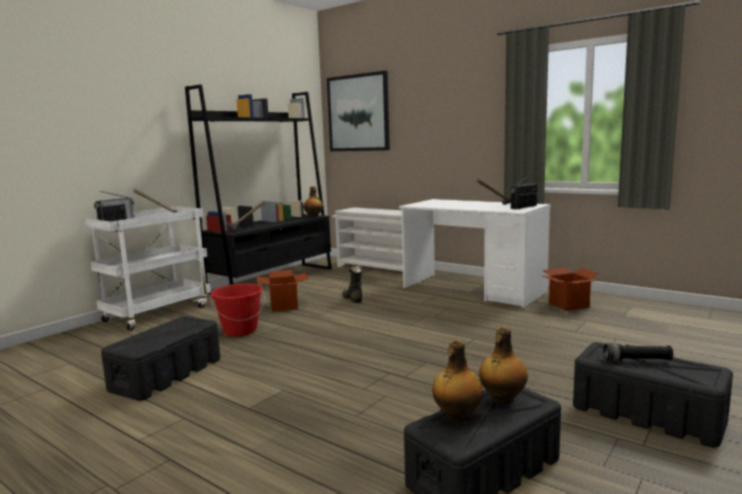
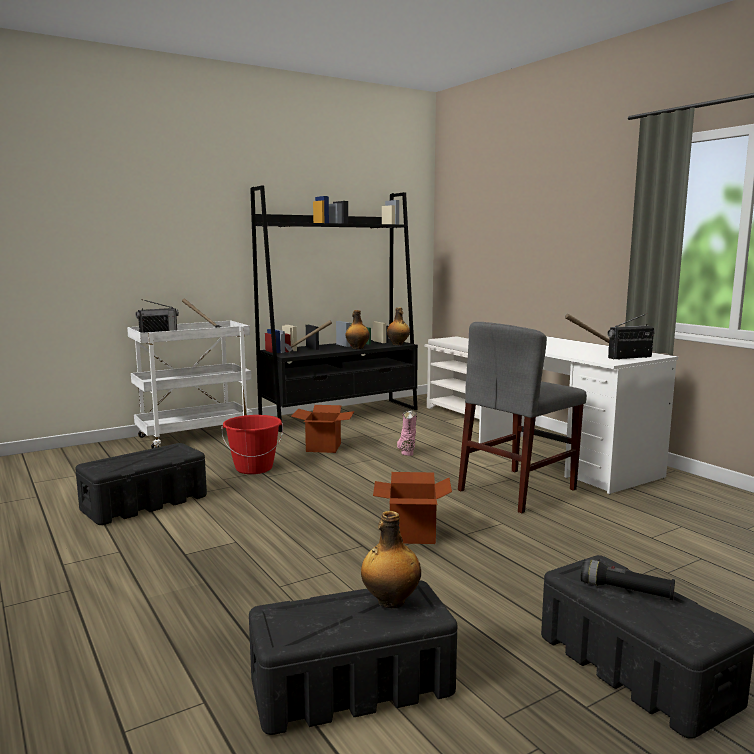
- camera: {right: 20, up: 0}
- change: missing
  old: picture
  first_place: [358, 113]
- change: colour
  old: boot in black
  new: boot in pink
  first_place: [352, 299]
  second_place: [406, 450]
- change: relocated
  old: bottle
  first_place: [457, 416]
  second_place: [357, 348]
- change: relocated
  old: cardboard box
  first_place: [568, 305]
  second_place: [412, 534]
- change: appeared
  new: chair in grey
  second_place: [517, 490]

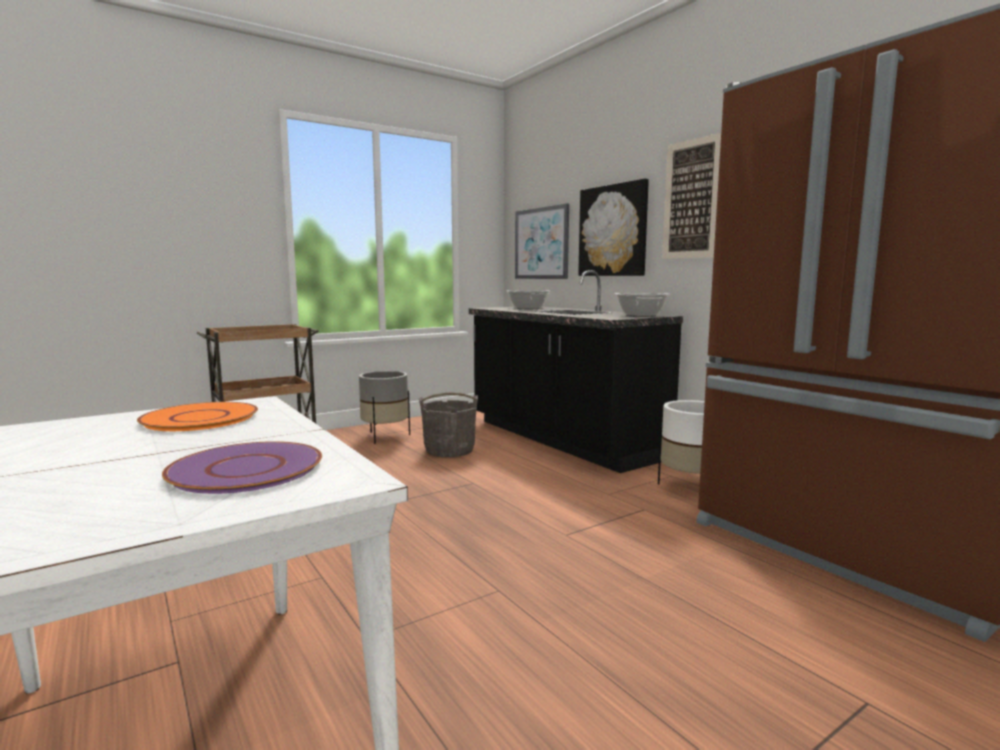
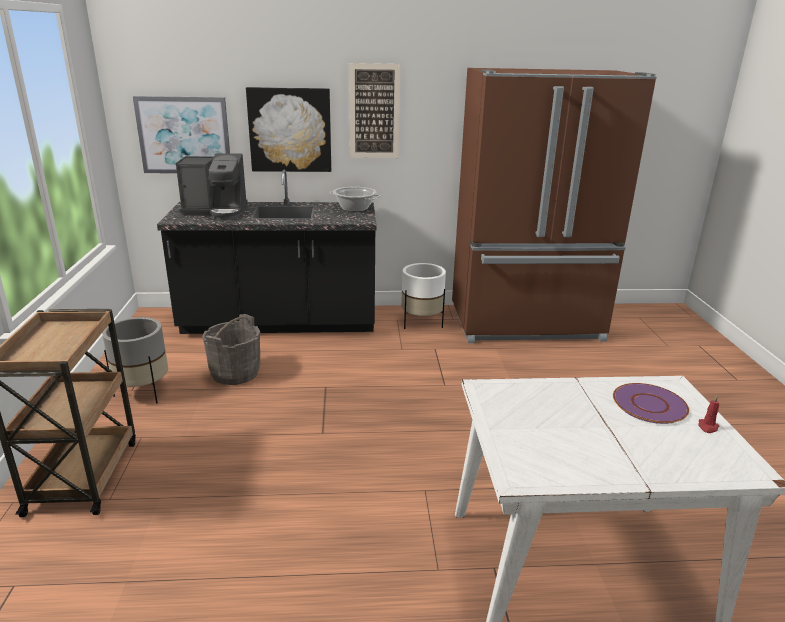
- camera: {right: -60, up: 15}
- change: missing
  old: plate in orange
  first_place: [201, 418]
- change: exchanged
  old: cooking pot
  new: coffee machine
  first_place: [528, 308]
  second_place: [216, 212]
- change: appeared
  new: candle in red
  second_place: [707, 427]

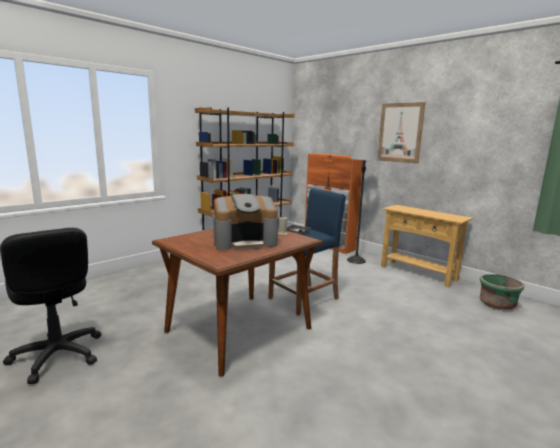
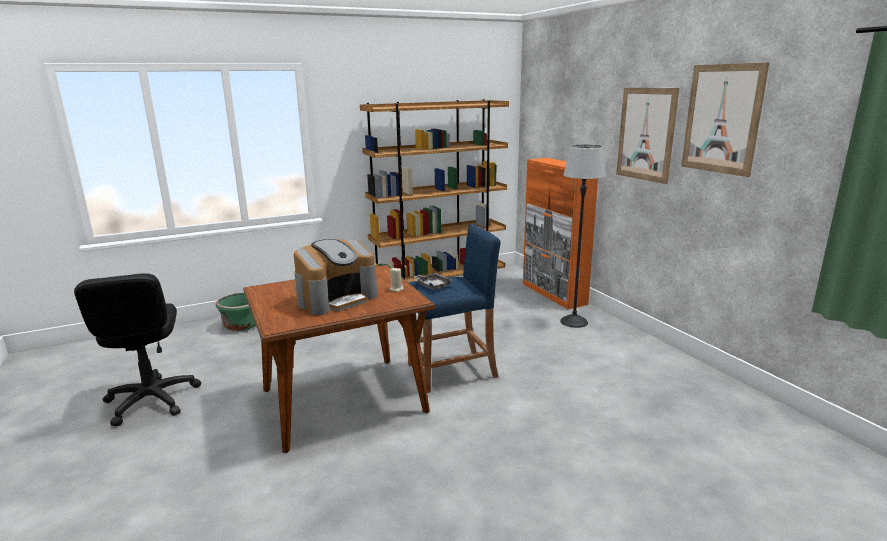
- camera: {right: 20, up: 5}
- change: spun
  old: coffee machine
  first_place: [245, 242]
  second_place: [337, 299]
  degrees: -45
- change: missing
  old: console table in beige
  first_place: [418, 273]
- change: relocated
  old: planter in green
  first_place: [497, 304]
  second_place: [242, 325]
- change: appeared
  new: picture
  second_place: [722, 119]

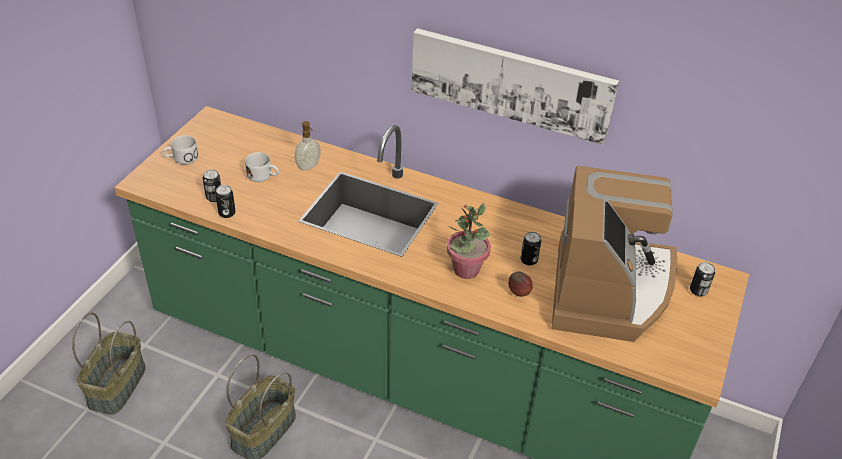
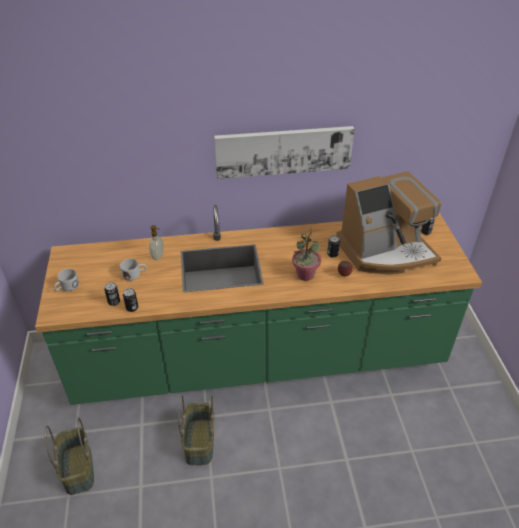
- camera: {right: -30, up: 0}
- change: spun
  old: coffee machine
  first_place: [609, 290]
  second_place: [385, 251]
  degrees: 90

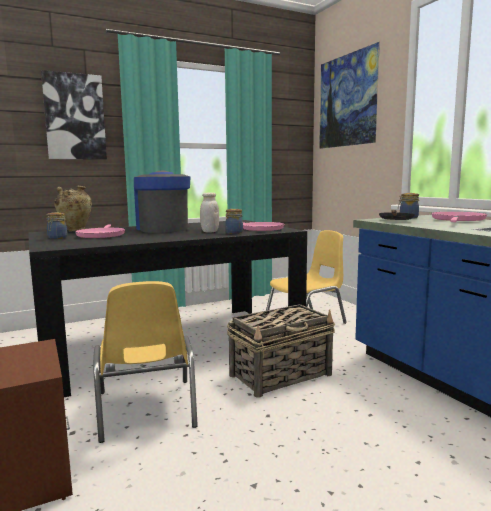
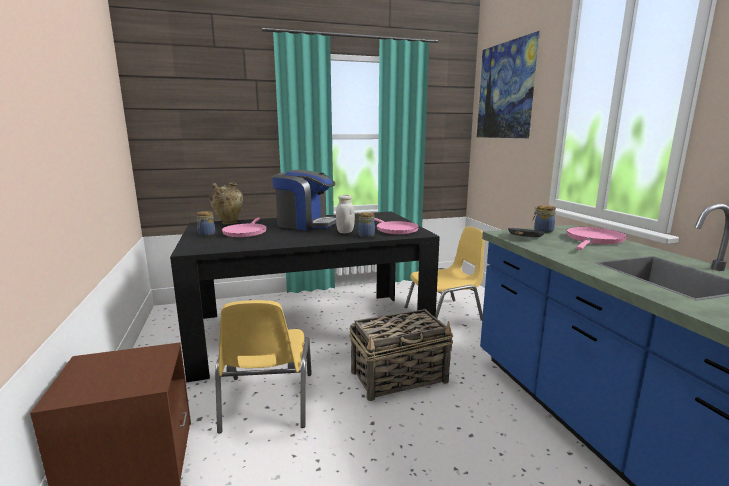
- camera: {right: 10, up: 5}
- change: missing
  old: picture
  first_place: [74, 117]
- change: spun
  old: coffee machine
  first_place: [162, 229]
  second_place: [305, 224]
  degrees: 120

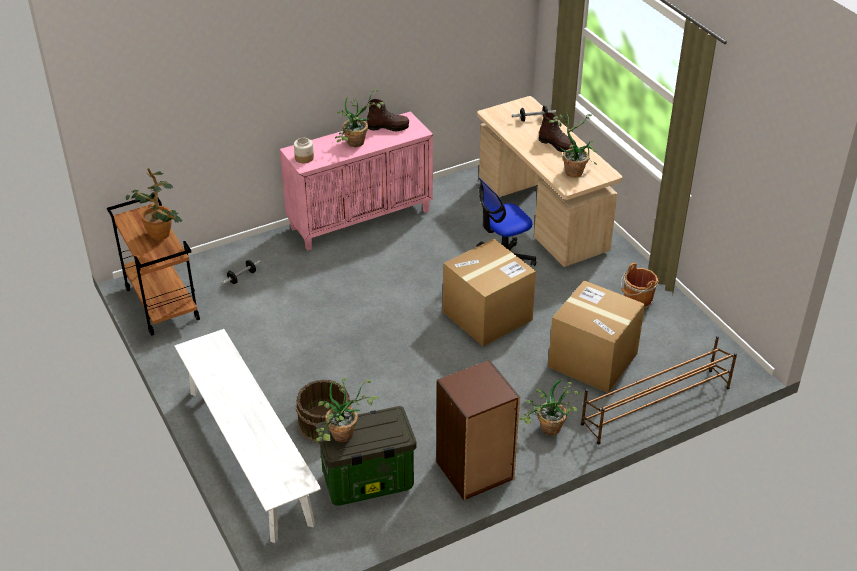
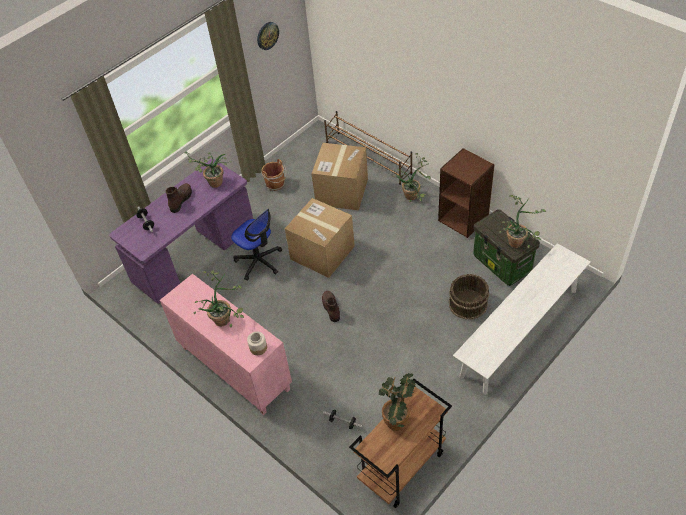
- camera: {right: -105, up: 10}
- change: relocated
  old: boot in brown
  first_place: [388, 127]
  second_place: [331, 308]
- change: colour
  old: desk in beige
  new: desk in purple
  first_place: [542, 216]
  second_place: [194, 254]
- change: appeared
  new: wall clock
  second_place: [267, 35]

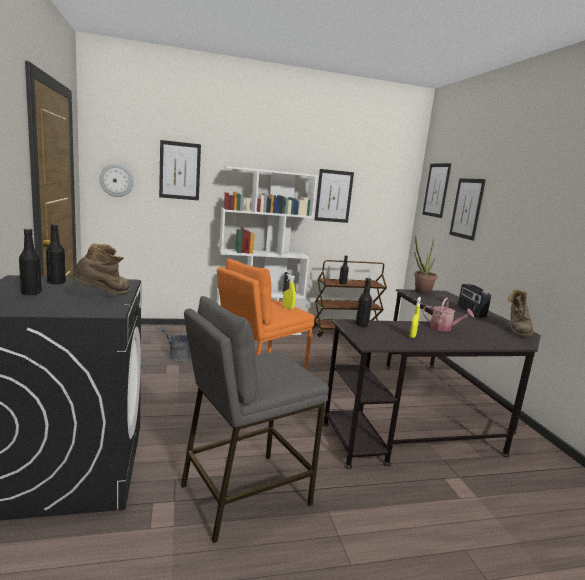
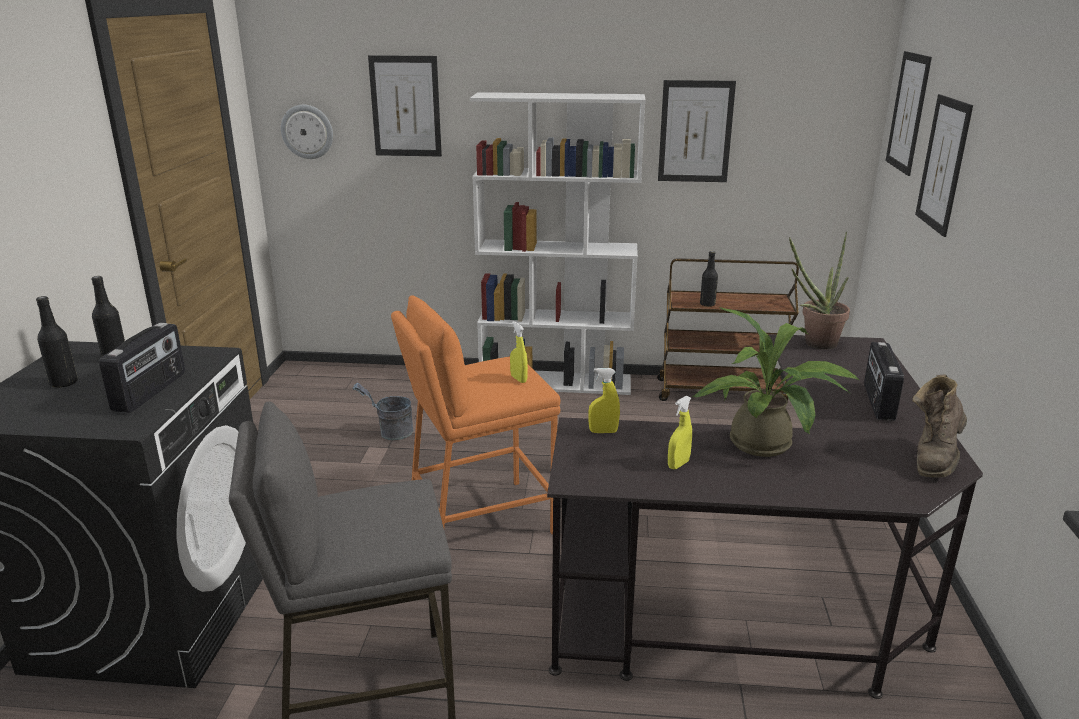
- camera: {right: 20, up: 10}
- change: exchanged
  old: boot in brown
  new: radio
  first_place: [103, 297]
  second_place: [151, 392]
- change: exchanged
  old: bottle in black
  new: spray bottle in yellow
  first_place: [361, 325]
  second_place: [603, 432]
- change: exchanged
  old: watering can
  new: potted plant
  first_place: [444, 328]
  second_place: [767, 447]

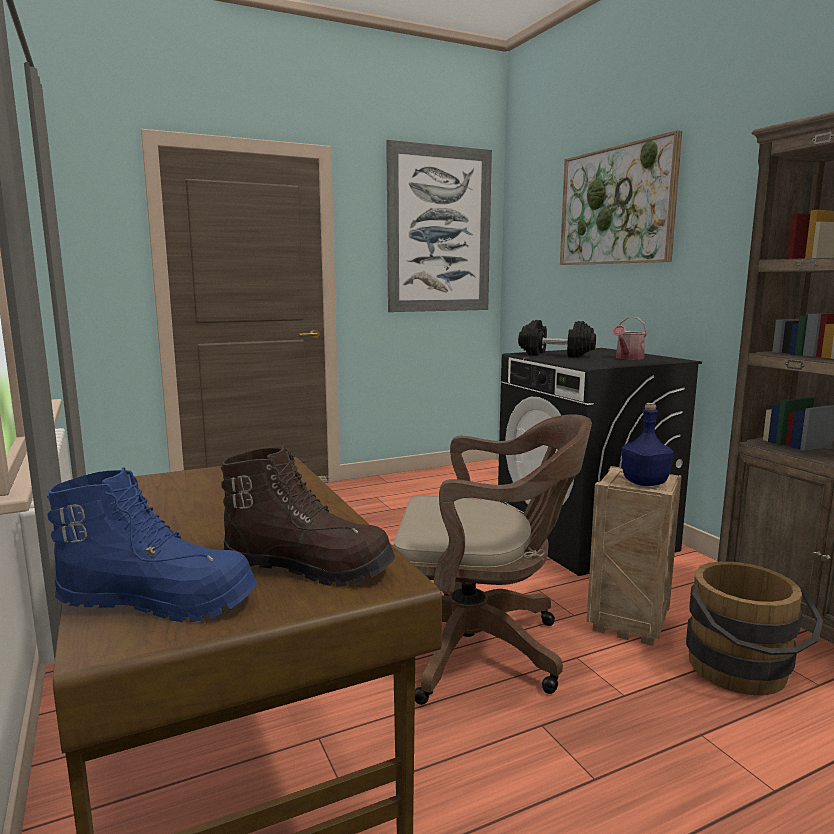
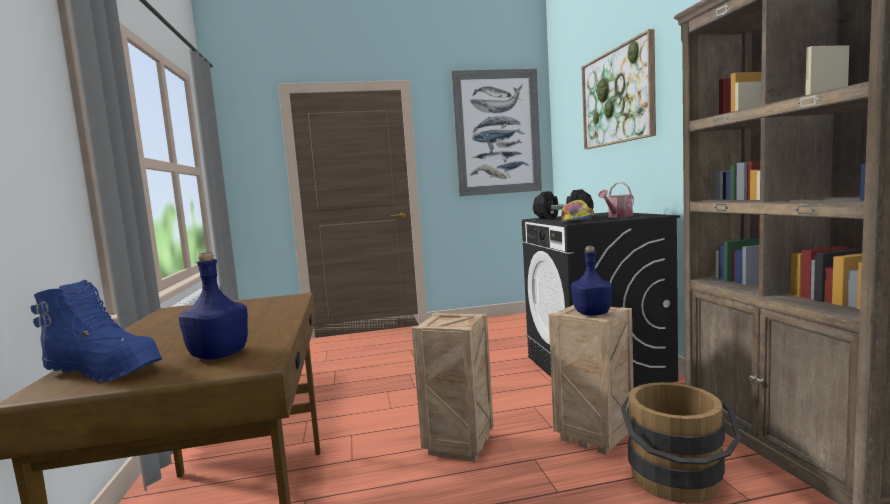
- camera: {right: 15, up: -5}
- change: exchanged
  old: boot in brown
  new: bottle in blue
  first_place: [309, 567]
  second_place: [220, 354]
- change: exchanged
  old: office chair in brown
  new: crate
  first_place: [479, 648]
  second_place: [459, 446]
- change: appeared
  new: cap
  second_place: [576, 221]

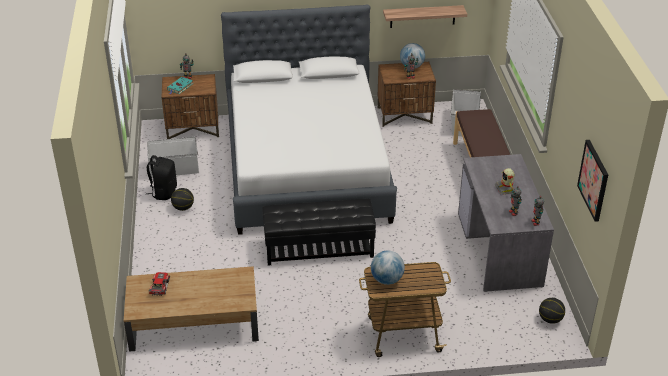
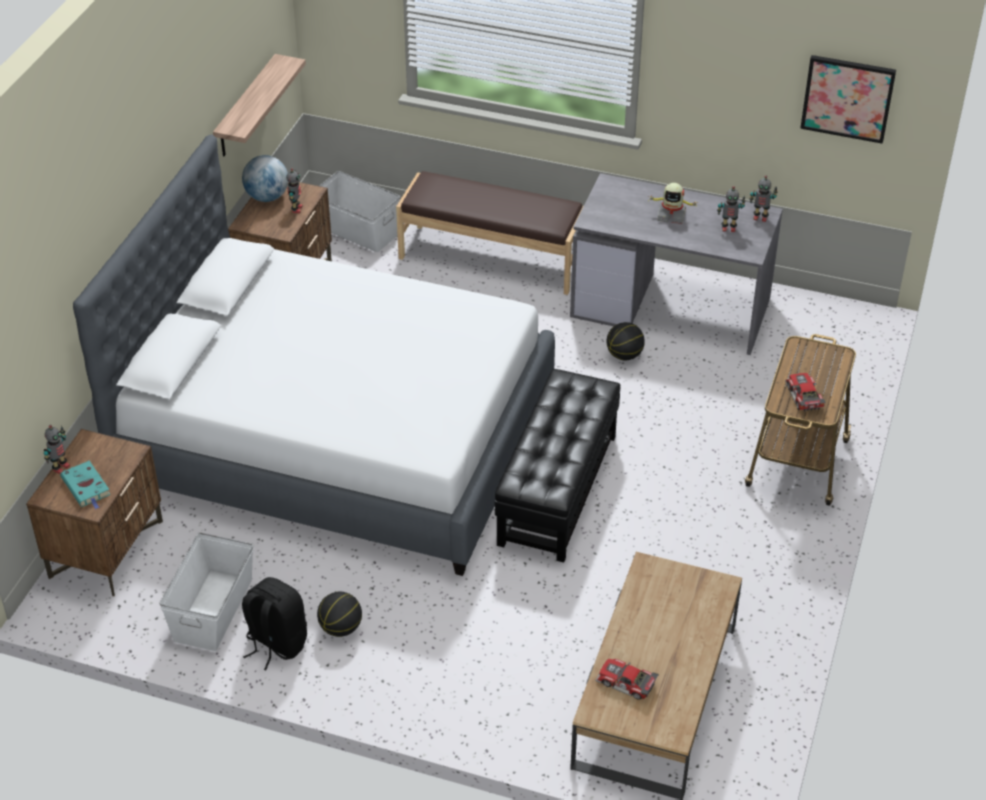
- camera: {right: -65, up: 5}
- change: exchanged
  old: globe
  new: toy car
  first_place: [387, 280]
  second_place: [802, 397]
- change: relocated
  old: basketball
  first_place: [550, 319]
  second_place: [624, 355]

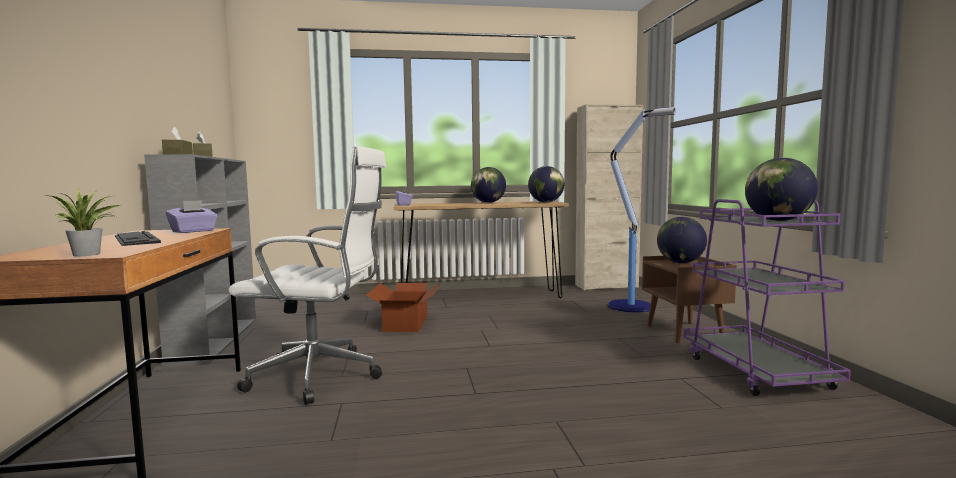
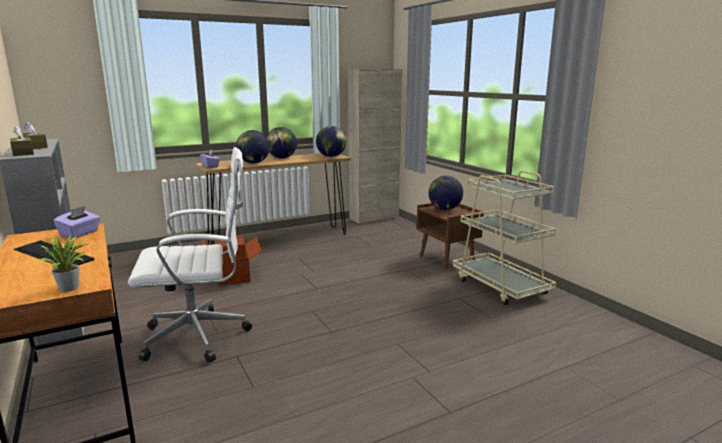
- camera: {right: -20, up: 10}
- change: missing
  old: floor lamp
  first_place: [632, 306]
- change: colour
  old: cart in purple
  new: cart in beige
  first_place: [756, 371]
  second_place: [500, 286]
- change: relocated
  old: globe
  first_place: [778, 221]
  second_place: [253, 163]

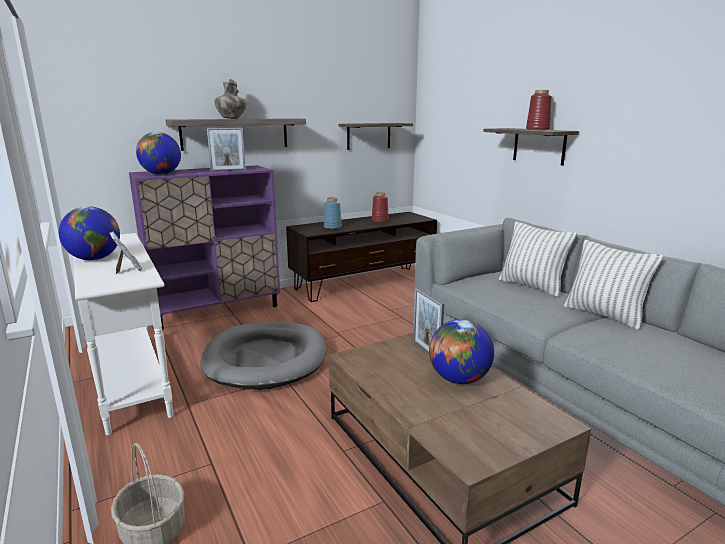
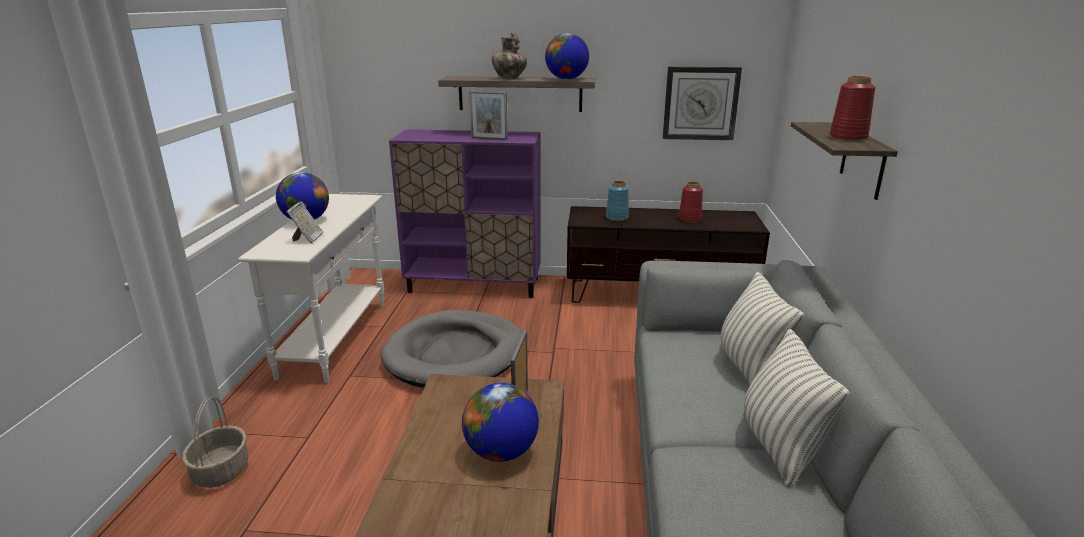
- camera: {right: 35, up: 5}
- change: relocated
  old: globe
  first_place: [161, 174]
  second_place: [566, 79]
- change: exchanged
  old: shelf
  new: wall clock
  first_place: [368, 136]
  second_place: [700, 103]

